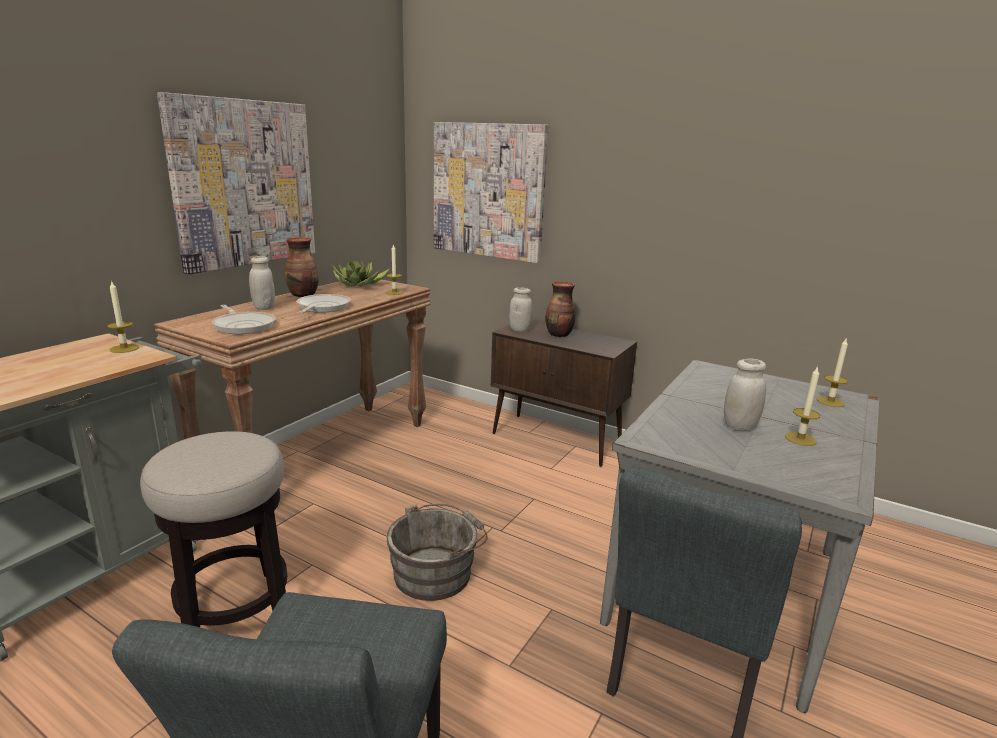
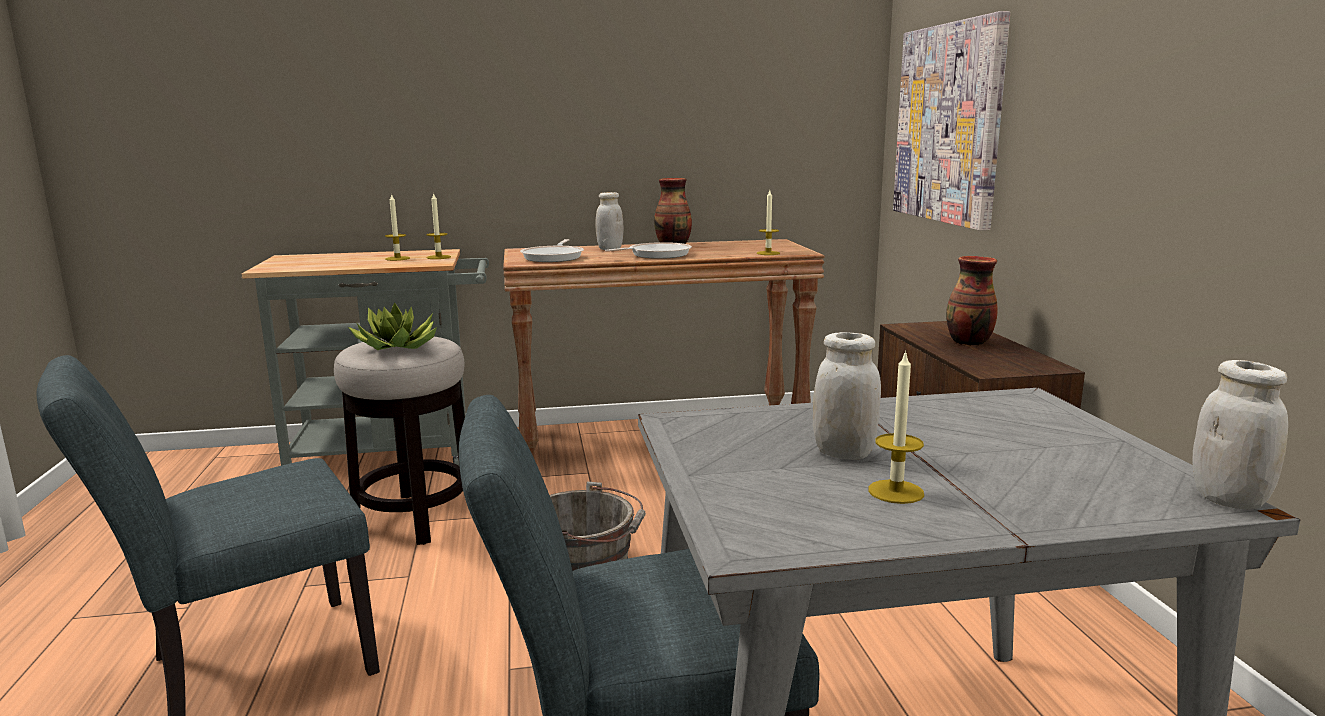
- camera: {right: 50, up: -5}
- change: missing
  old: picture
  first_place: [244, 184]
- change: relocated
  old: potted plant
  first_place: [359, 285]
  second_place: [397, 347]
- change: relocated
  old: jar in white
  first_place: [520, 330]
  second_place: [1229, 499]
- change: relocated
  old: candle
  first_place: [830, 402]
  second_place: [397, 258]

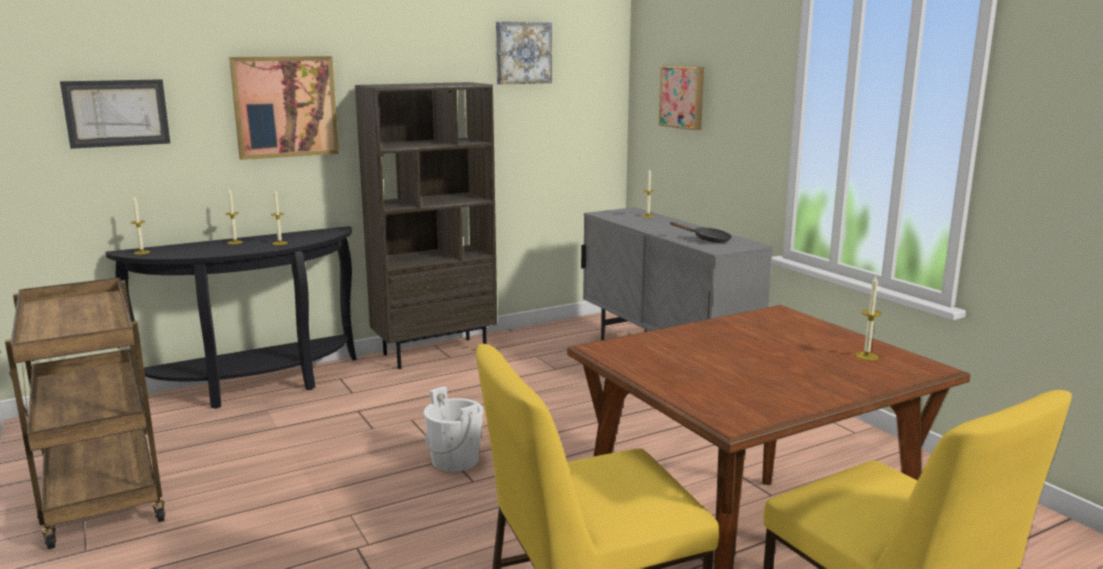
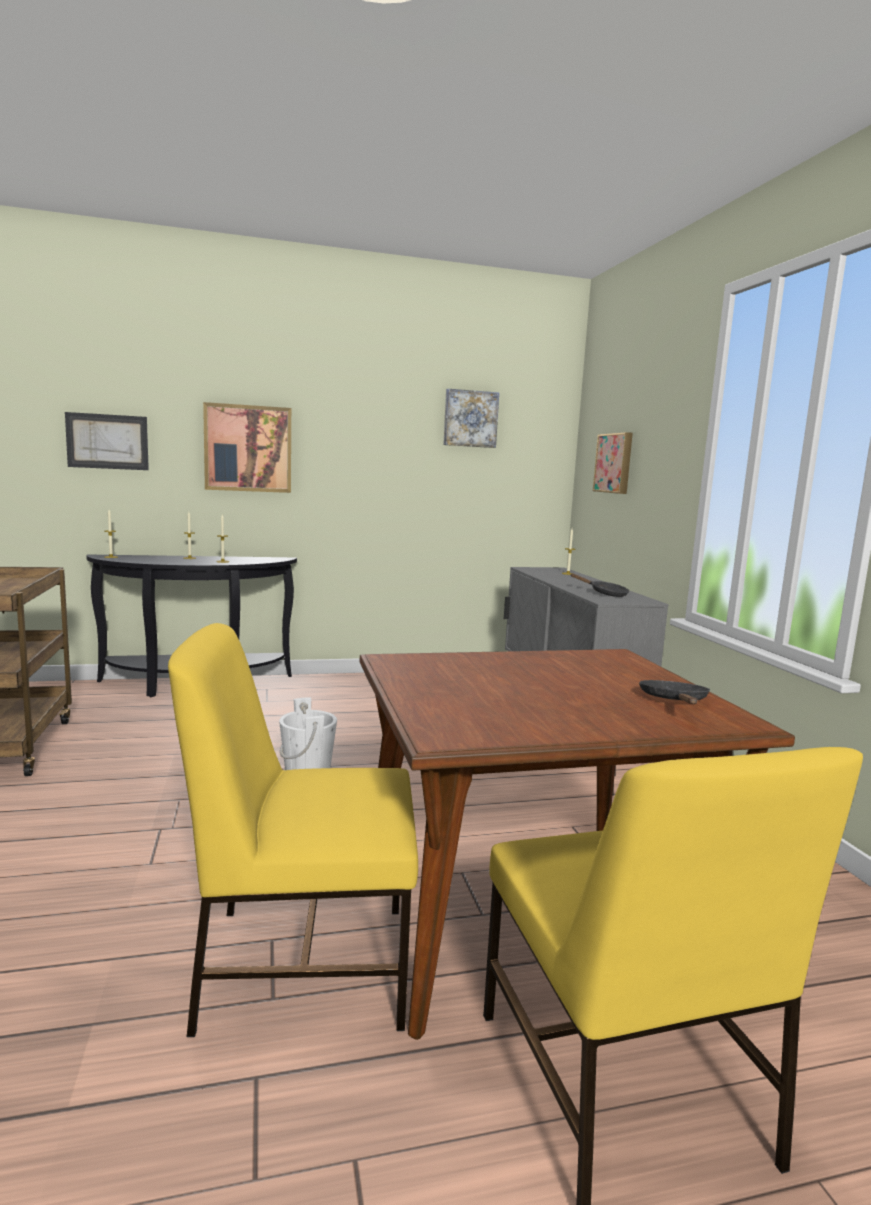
- camera: {right: 15, up: -5}
- change: missing
  old: bookcase in brown
  first_place: [435, 352]
- change: exchanged
  old: candle
  new: frying pan in black
  first_place: [866, 356]
  second_place: [674, 701]

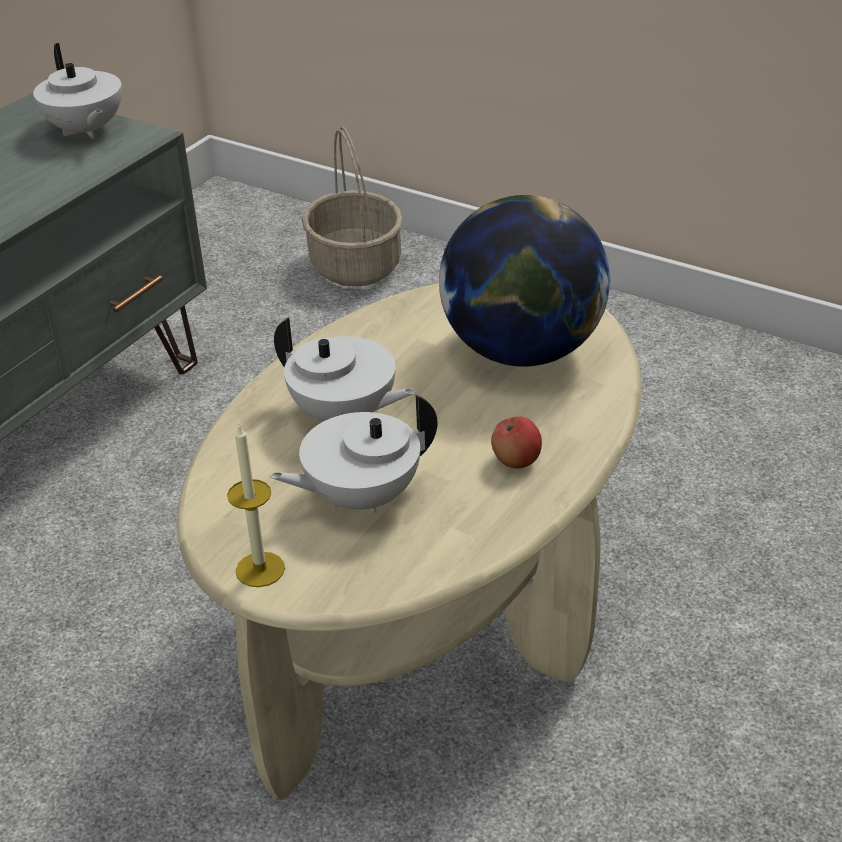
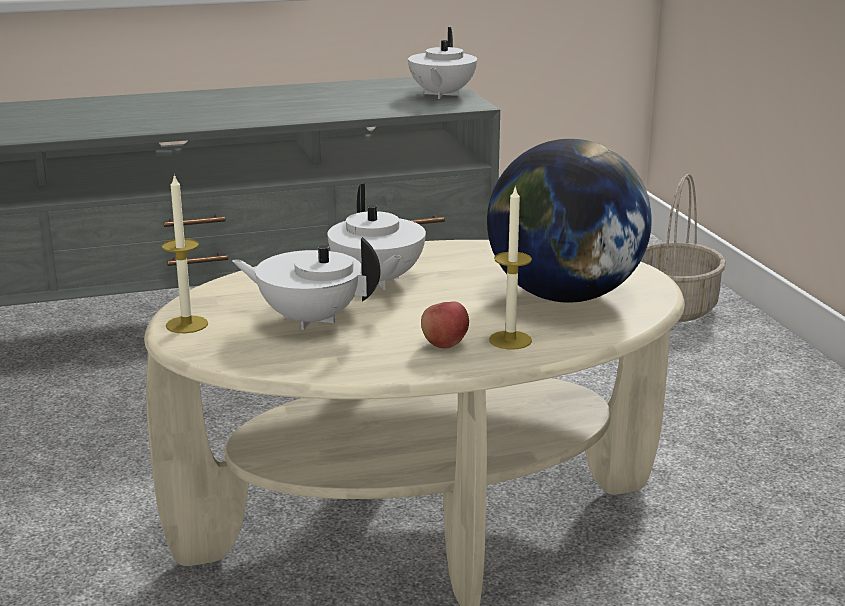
- camera: {right: 40, up: -15}
- change: appeared
  new: candle
  second_place: [510, 340]

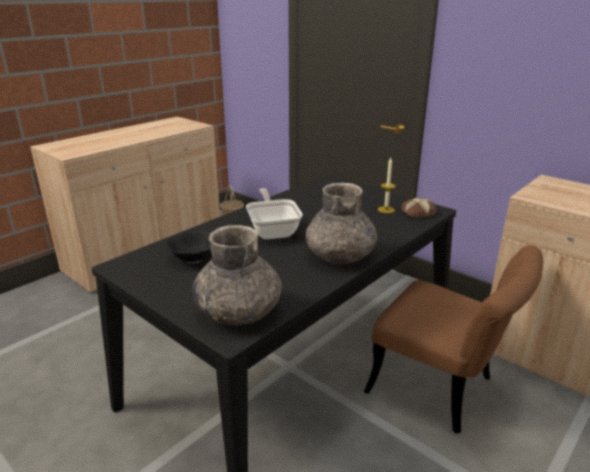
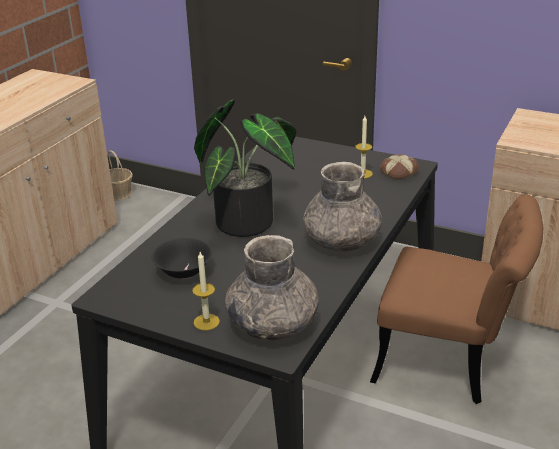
- camera: {right: -15, up: 5}
- change: exchanged
  old: frying pan
  new: potted plant
  first_place: [273, 230]
  second_place: [252, 221]
- change: appeared
  new: candle
  second_place: [206, 322]

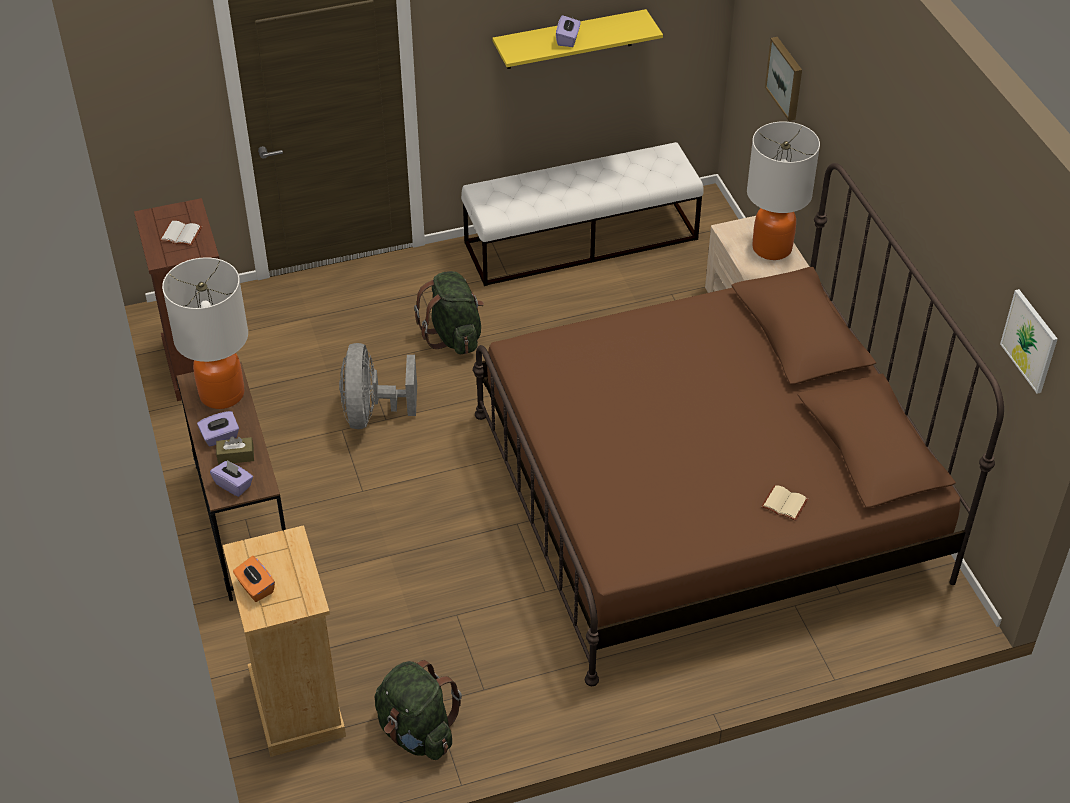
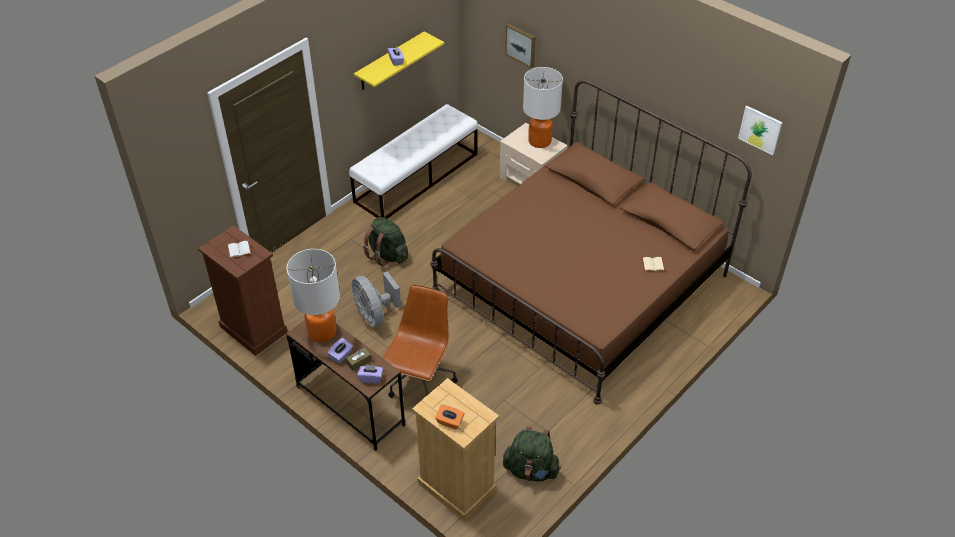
- camera: {right: -30, up: 0}
- change: appeared
  new: office chair in brown
  second_place: [420, 381]

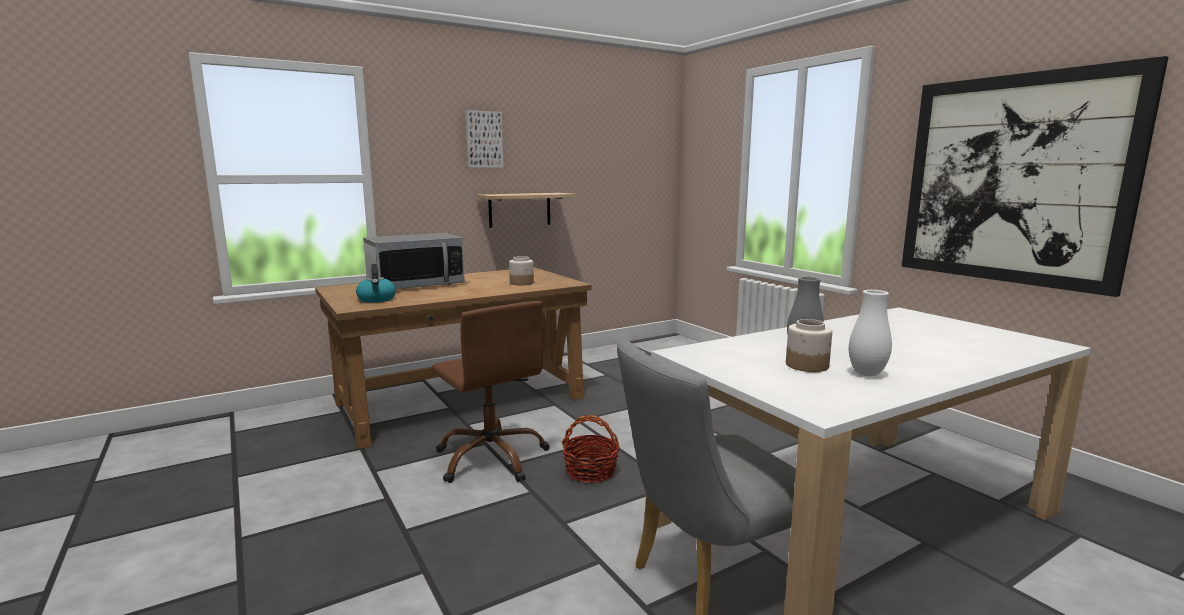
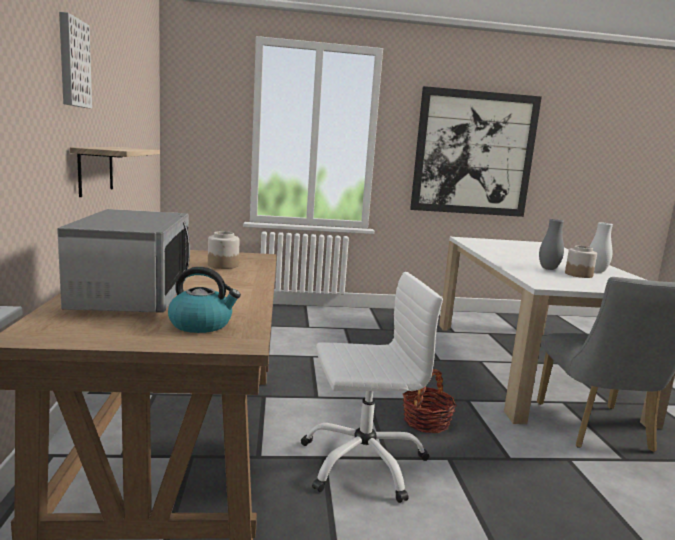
- camera: {right: -65, up: 0}
- change: colour
  old: office chair in brown
  new: office chair in white
  first_place: [492, 458]
  second_place: [363, 461]

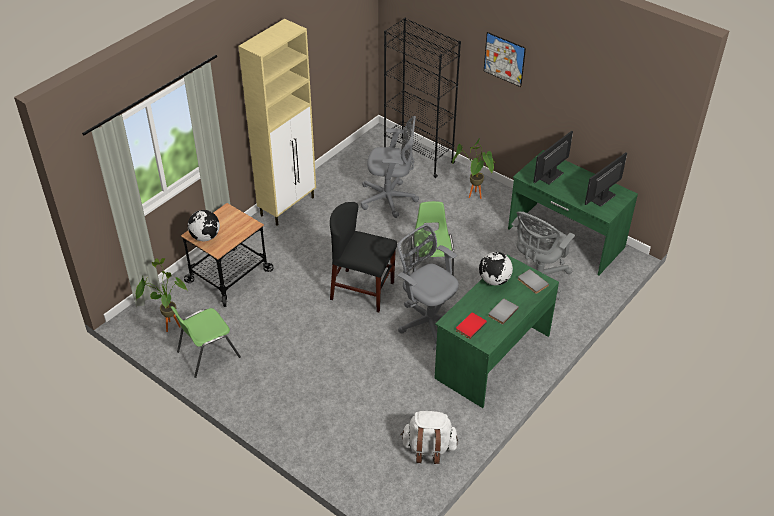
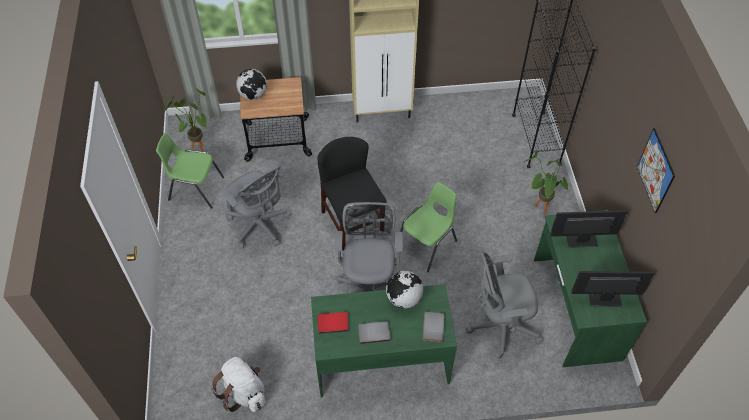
- camera: {right: 45, up: 10}
- change: relocated
  old: office chair in grey
  first_place: [390, 199]
  second_place: [260, 226]
- change: relocated
  old: picture
  first_place: [504, 59]
  second_place: [655, 171]

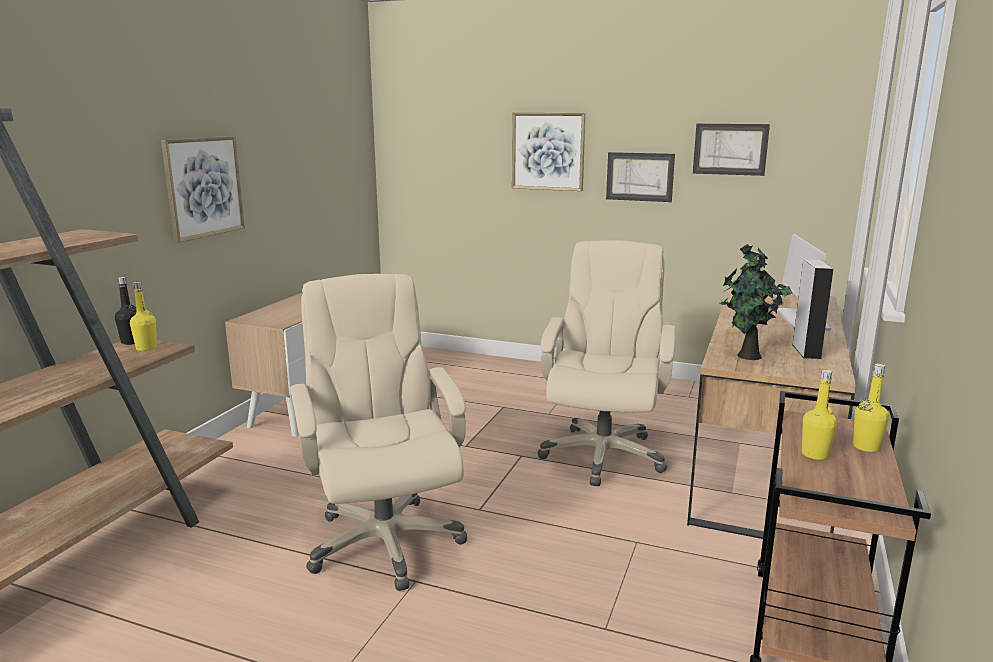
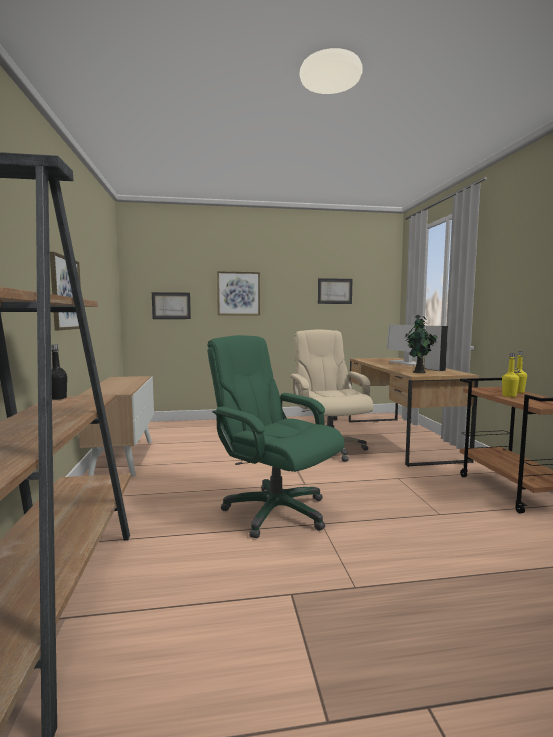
- camera: {right: -30, up: -10}
- change: missing
  old: bottle in yellow
  first_place: [146, 348]
- change: colour
  old: office chair in beige
  new: office chair in green
  first_place: [384, 541]
  second_place: [275, 511]
- change: relocated
  old: picture
  first_place: [640, 176]
  second_place: [171, 305]

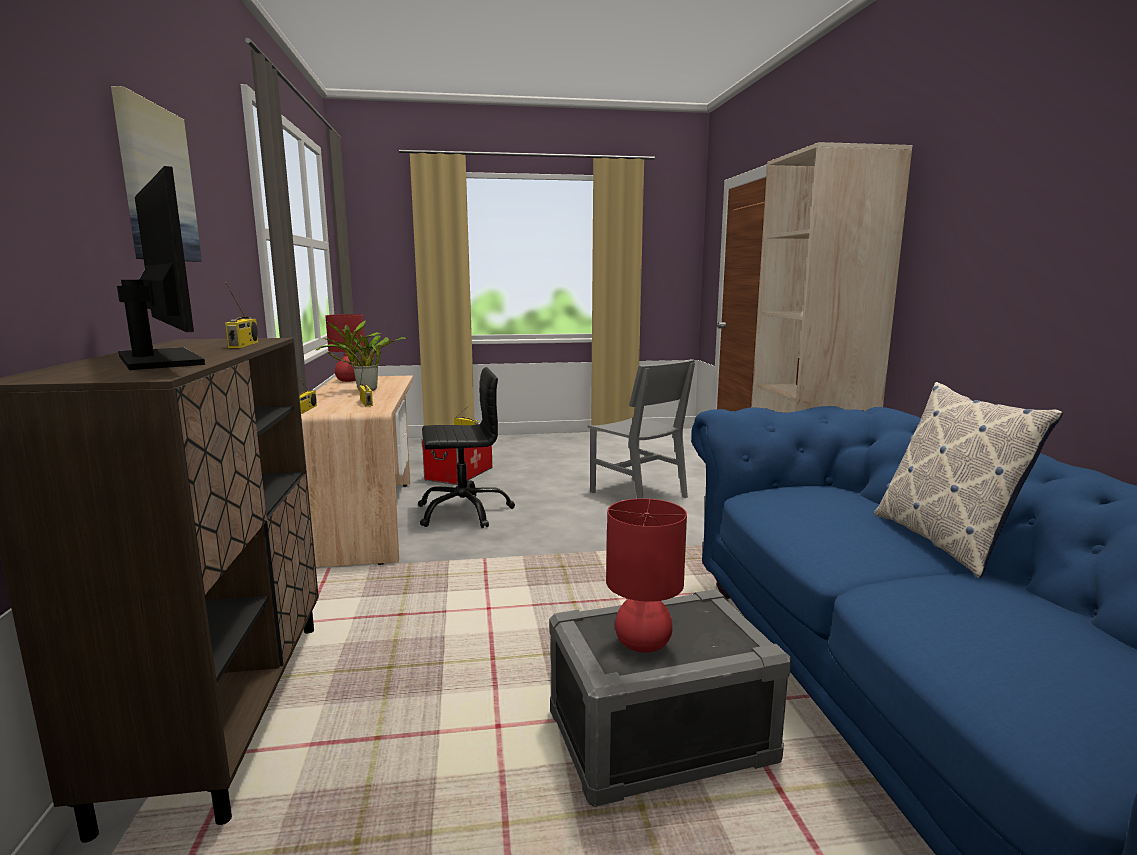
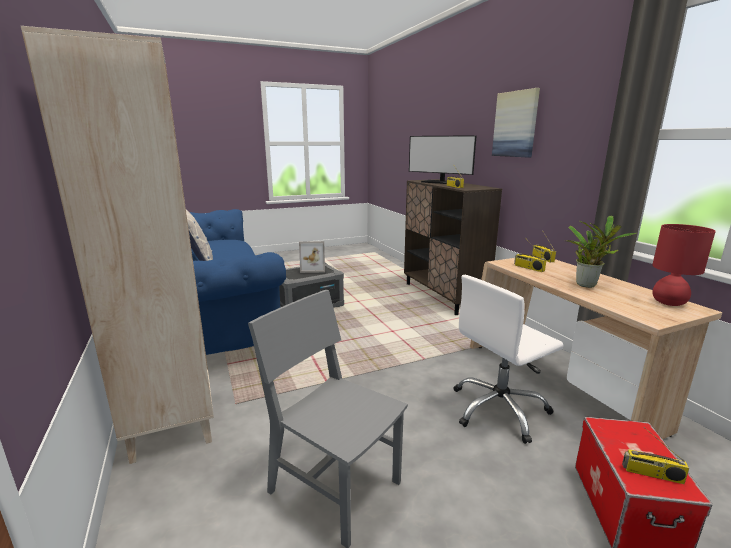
- camera: {right: 165, up: 5}
- change: colour
  old: office chair in black
  new: office chair in white
  first_place: [463, 511]
  second_place: [499, 409]
- change: exchanged
  old: table lamp in red
  new: picture frame
  first_place: [642, 644]
  second_place: [313, 269]

